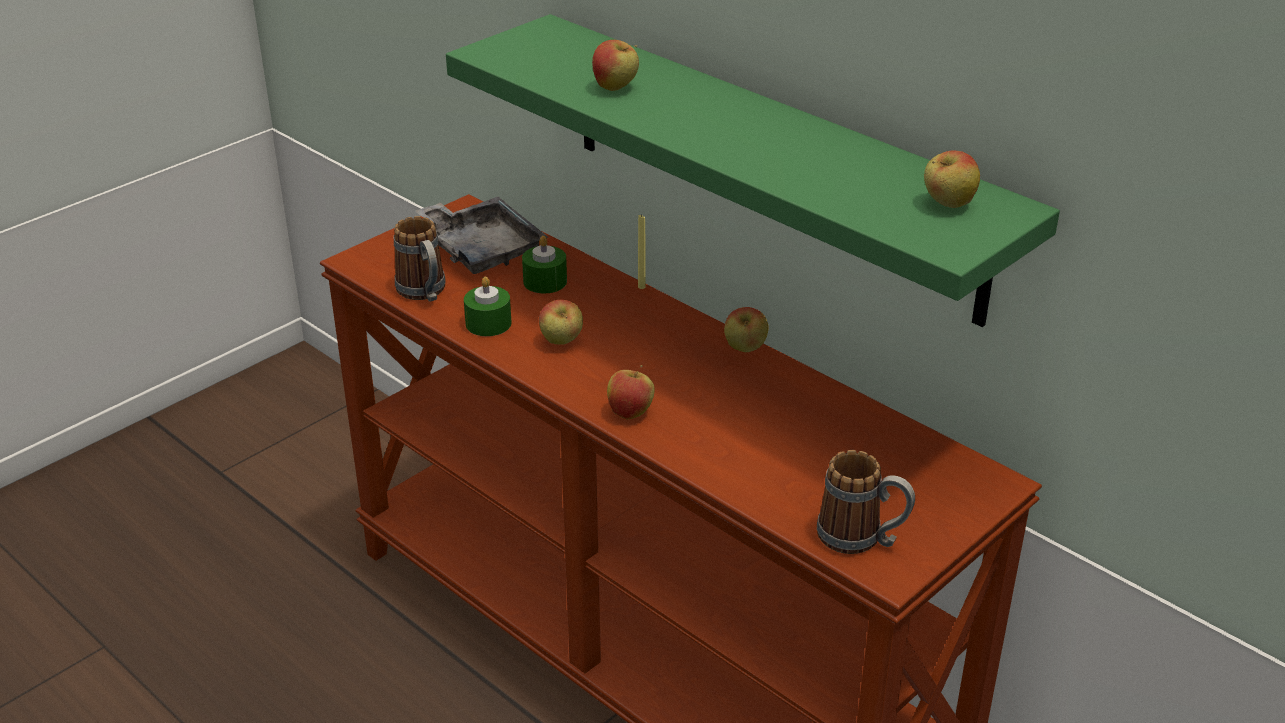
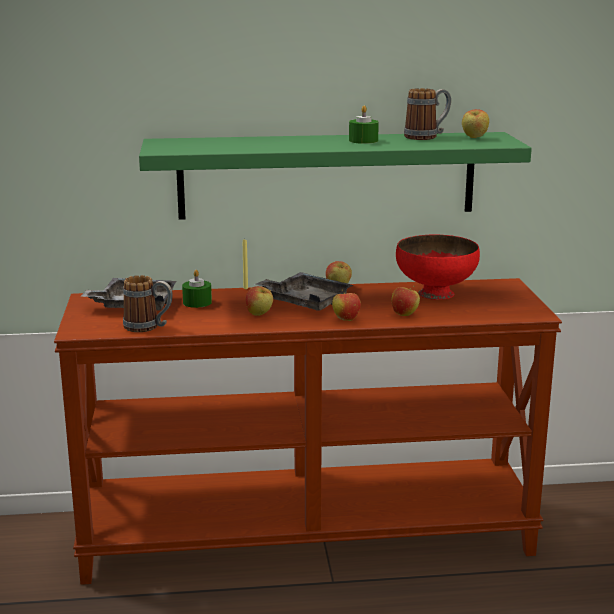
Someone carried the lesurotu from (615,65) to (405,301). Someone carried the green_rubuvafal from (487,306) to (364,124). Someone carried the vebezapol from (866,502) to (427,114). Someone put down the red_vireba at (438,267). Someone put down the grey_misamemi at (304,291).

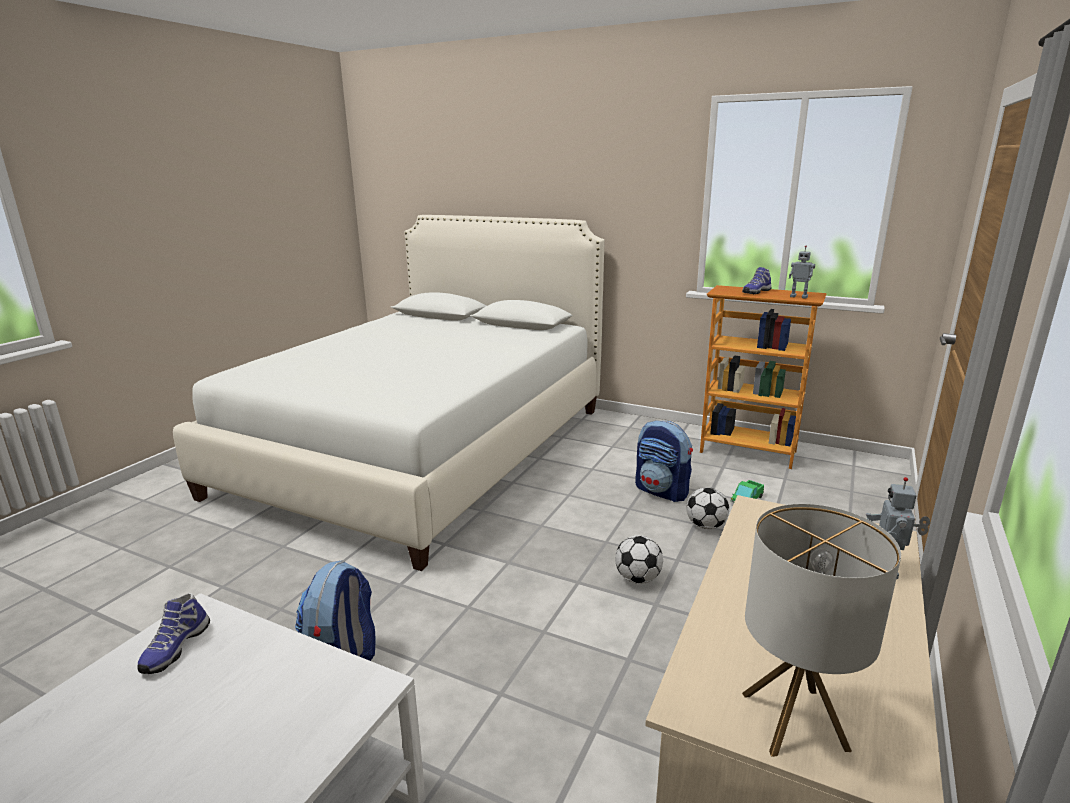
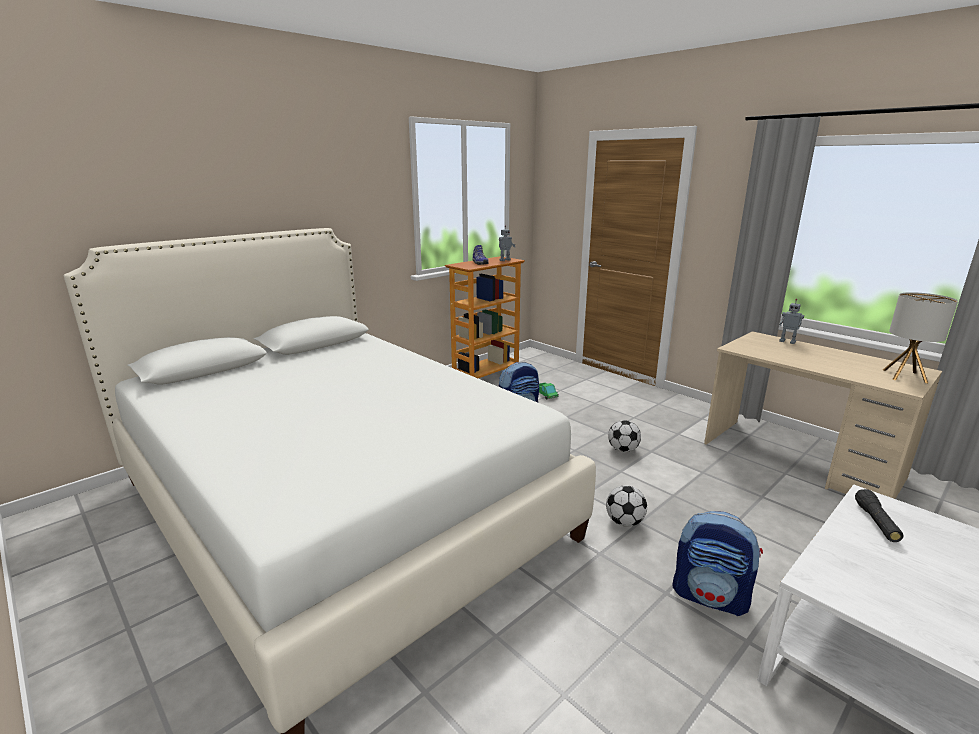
Someone carried the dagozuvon from (707,508) to (626,506). Someone took away the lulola at (173,633). Someone put down the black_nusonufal at (879,515).

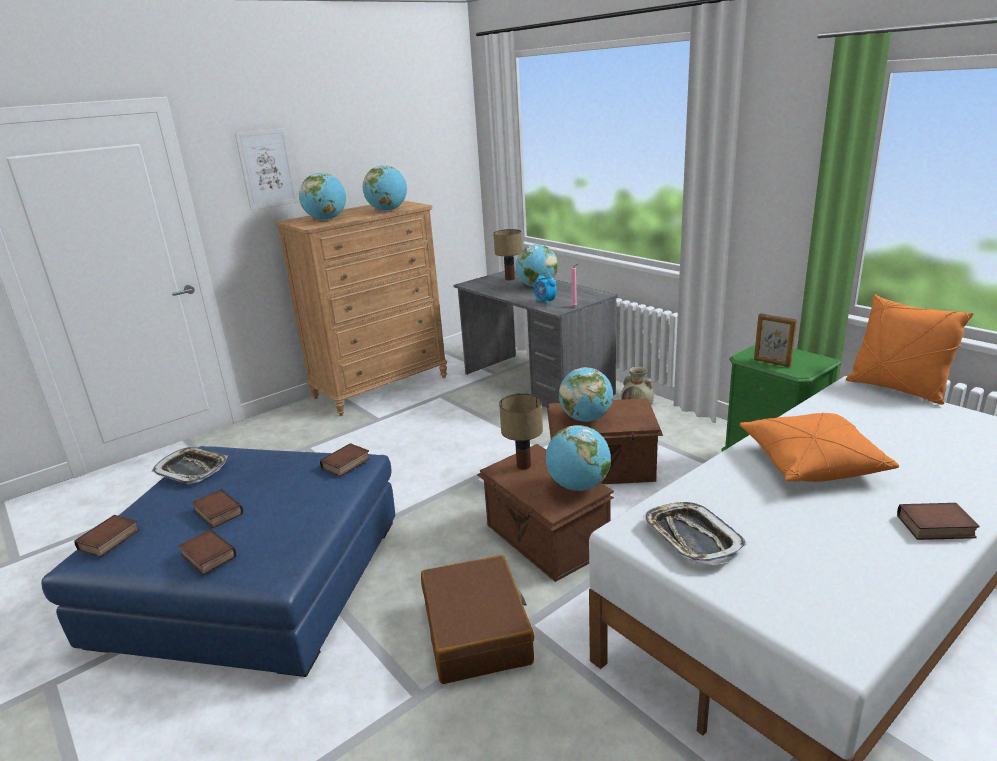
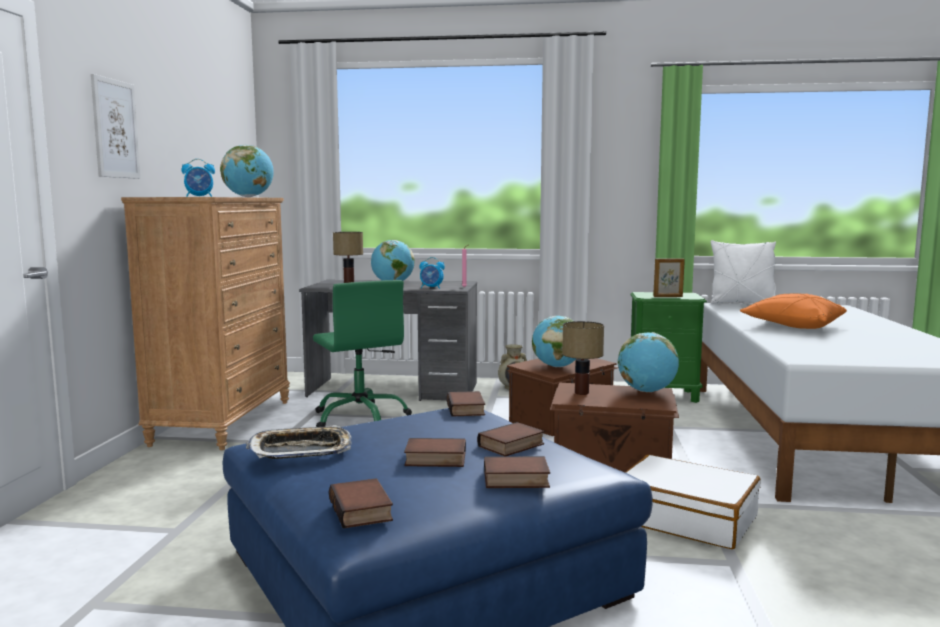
Someone swapped the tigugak at (322,196) for the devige at (198,178). Someone repainted the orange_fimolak at (909,349), which became the white_fimolak at (743,272). Someone took away the misamemi at (694,533). Someone carried the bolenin from (938,521) to (510,439). Someone repainted the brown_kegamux at (477,619), which became the white_kegamux at (693,502). Someone put down the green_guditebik at (362,353).

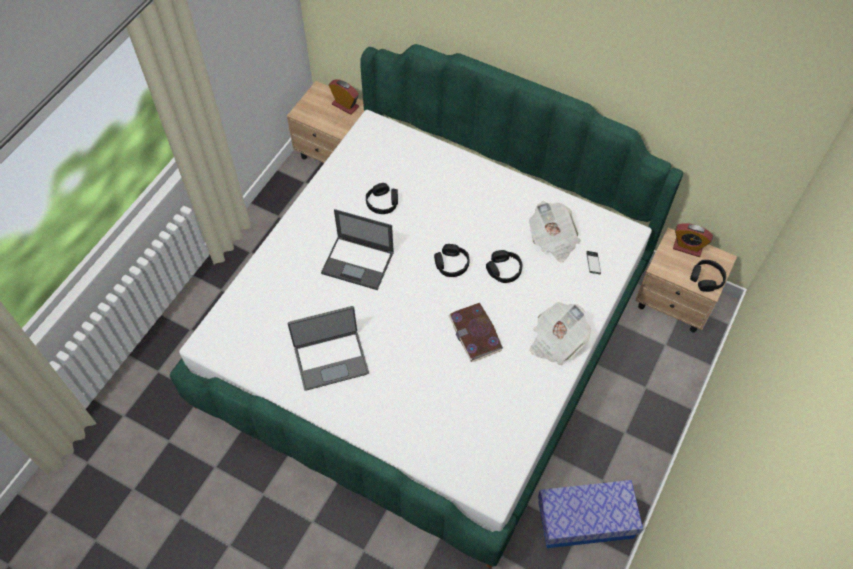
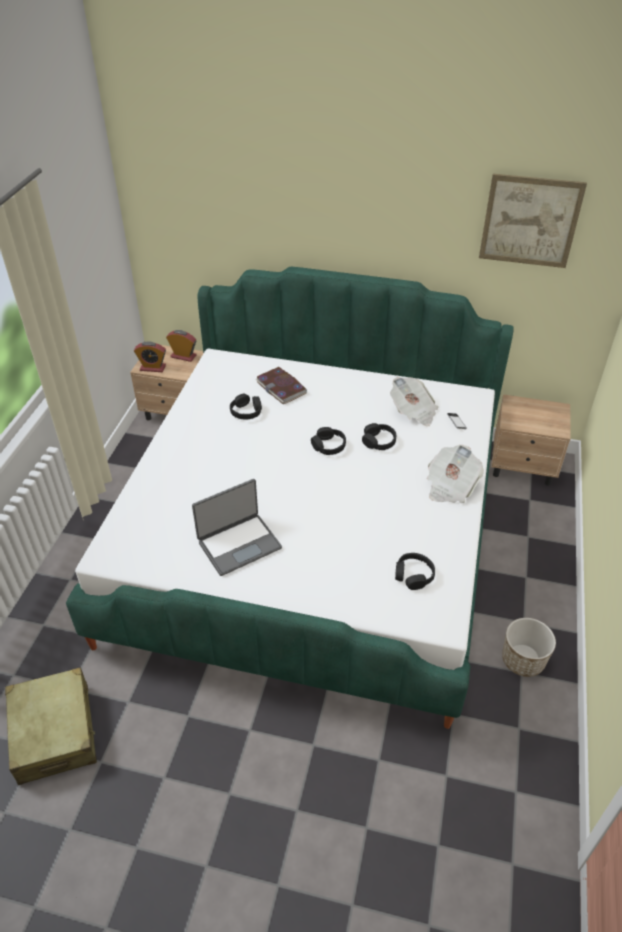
Someone took away the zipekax at (357,249). Someone carried the devige from (693,240) to (150,356). Someone carried the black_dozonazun from (708,276) to (415,571). Someone carried the bolenin from (475,332) to (281,385). Someone swapped the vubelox at (590,514) for the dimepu at (529,647). Someone put up the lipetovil at (533,221). Someone put down the beige_kegamux at (51,726).

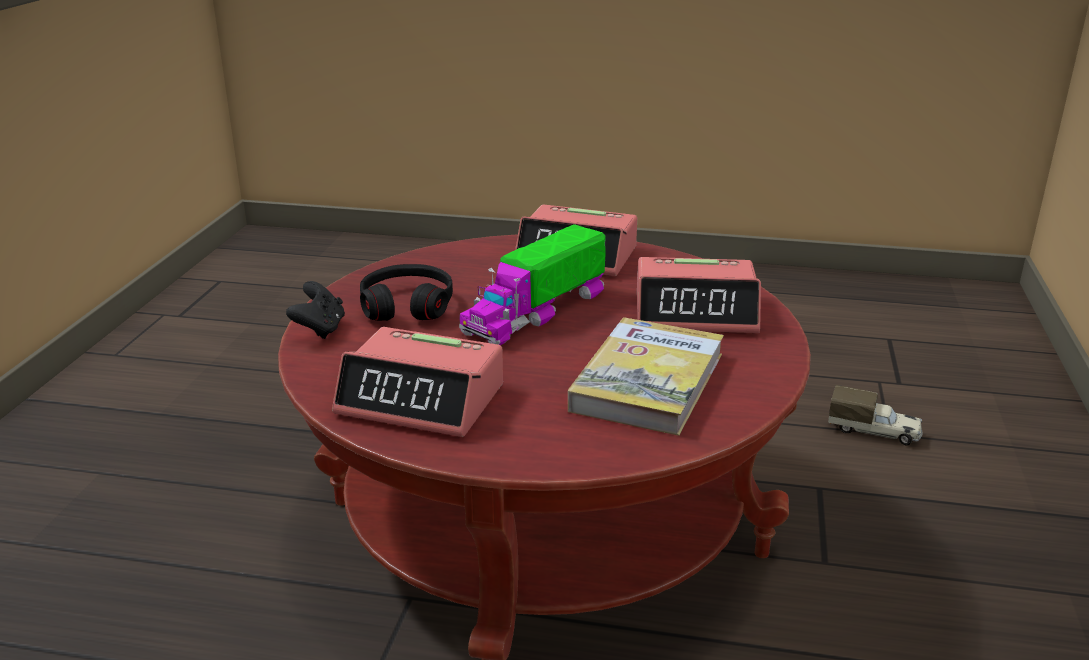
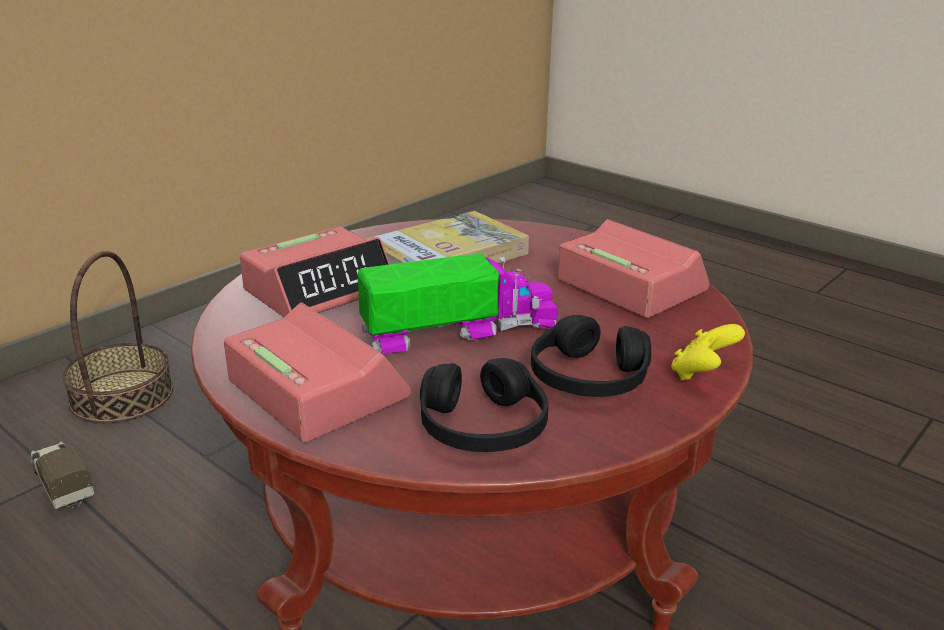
Someone rotated the devige at (699,295) by 105 degrees clockwise. Someone repainted the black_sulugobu at (315,310), which became the yellow_sulugobu at (708,352). Someone put down the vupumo at (117,337). Someone put down the black_dozonazun at (484,405).

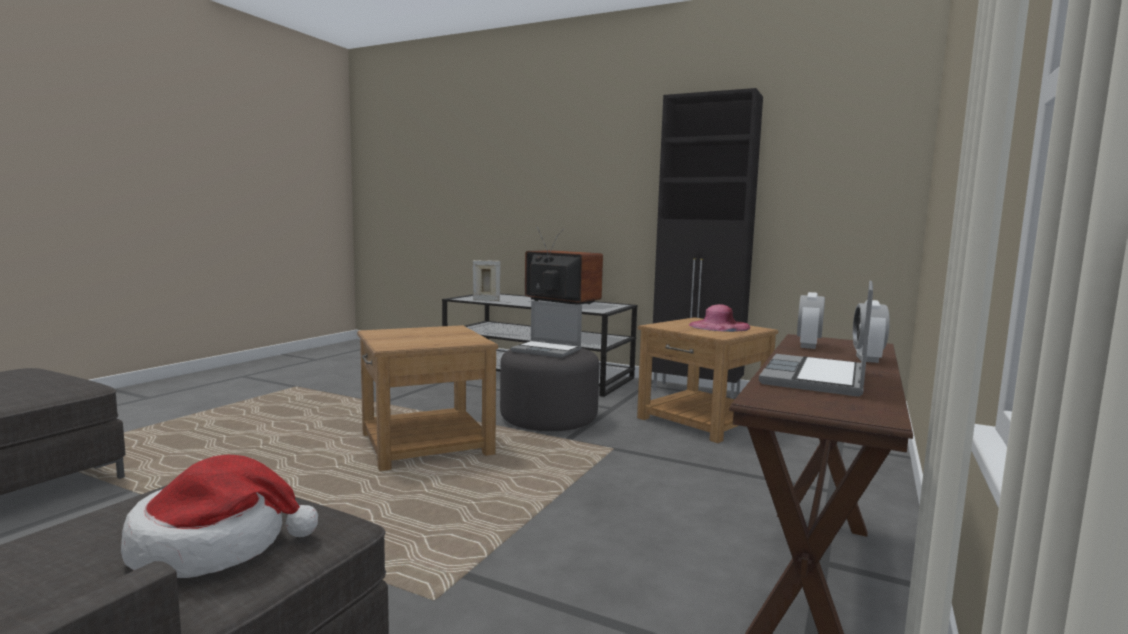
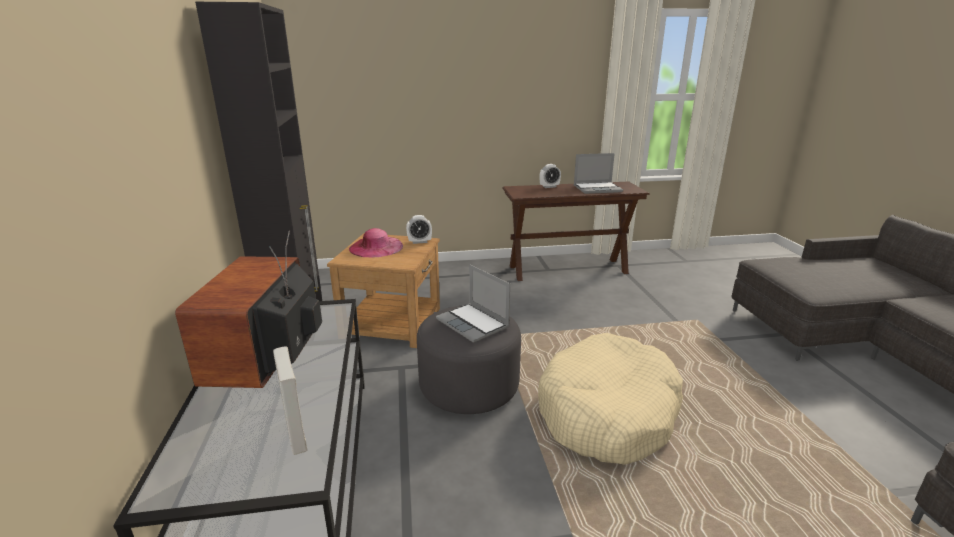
Someone carried the devige from (811,320) to (419,229). Someone rotated the zipekax at (546,329) by 150 degrees clockwise. Someone swapped the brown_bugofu at (427,398) for the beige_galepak at (610,399). Someone took away the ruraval at (219,516).

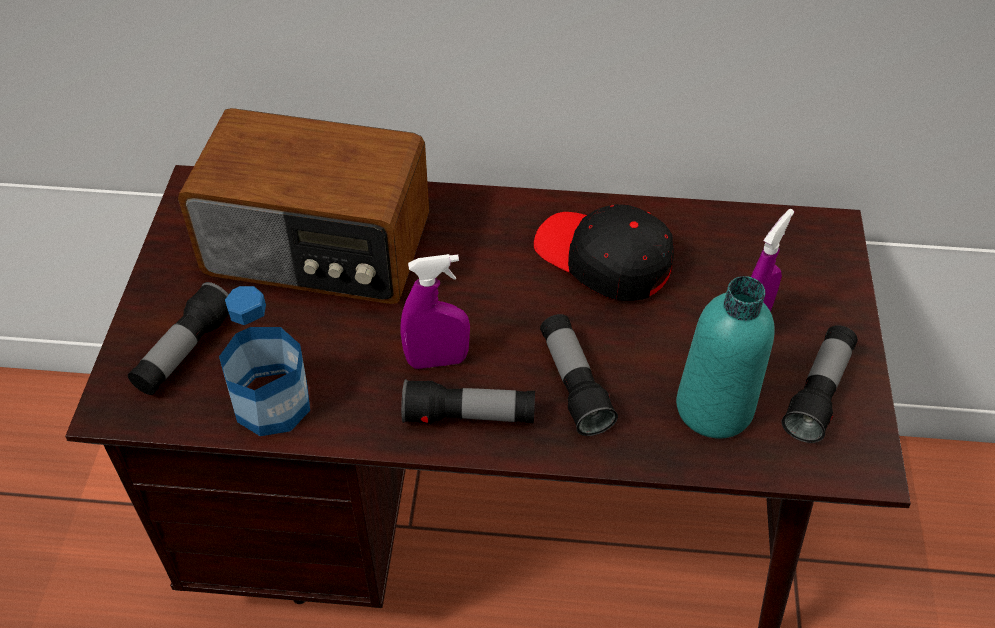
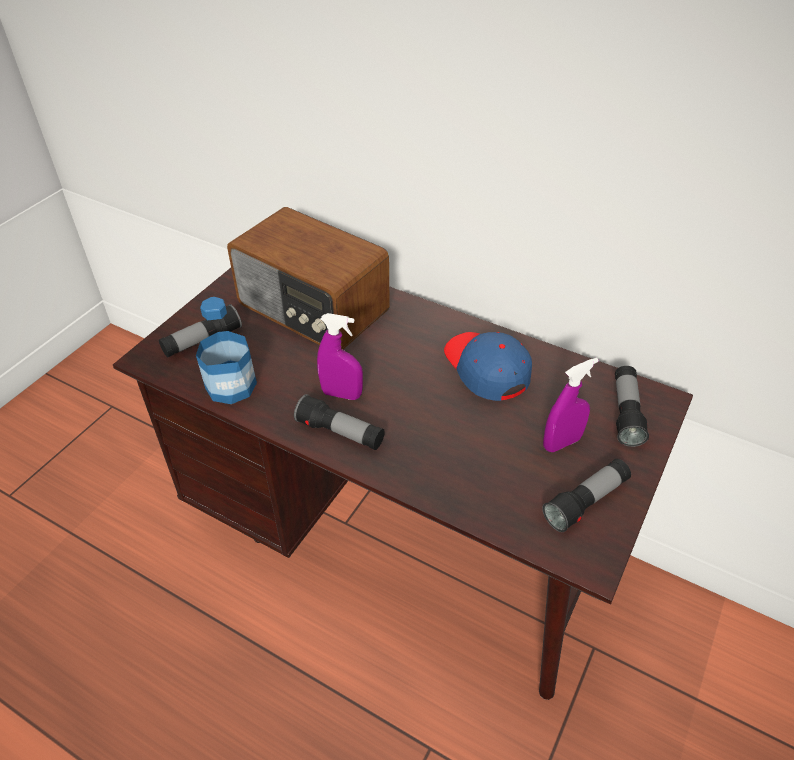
Someone repainted the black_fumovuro at (604,252), which became the blue_fumovuro at (488,366). Someone took away the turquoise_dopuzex at (725,357). Someone carried the nusonufal from (579,375) to (632,406).

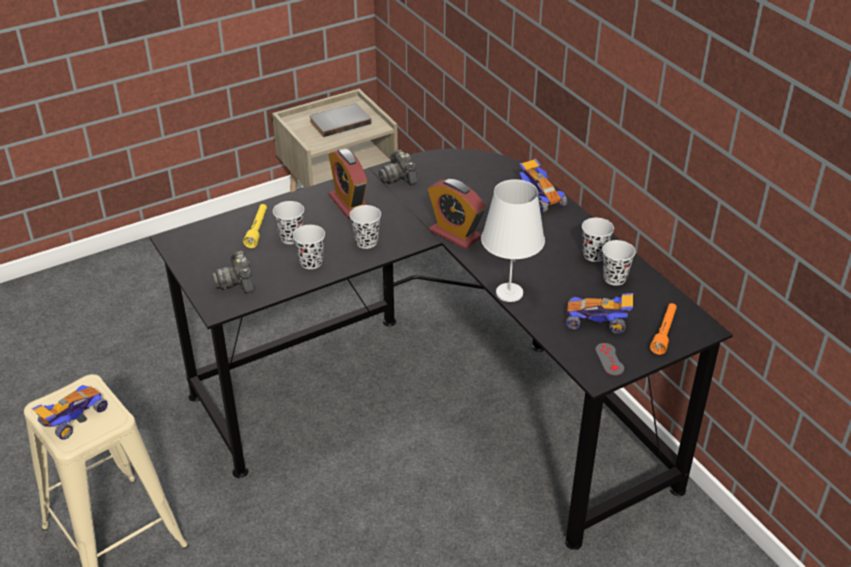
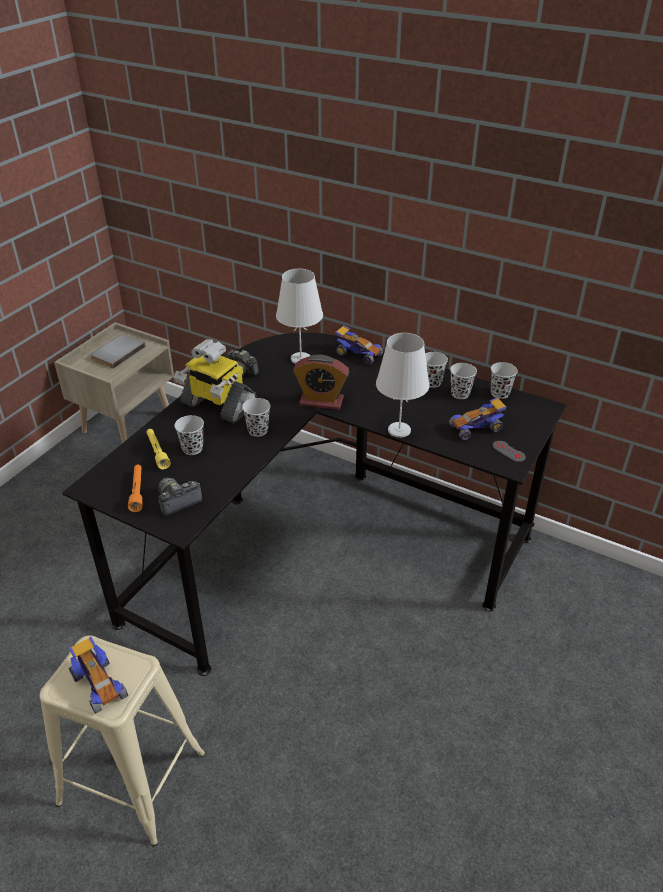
Someone swapped the devige at (348,183) for the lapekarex at (215,381). Someone carried the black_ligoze from (309,247) to (504,380). Someone rotated the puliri at (233,272) by 105 degrees clockwise. Someone carried the orange_nusonufal from (663,329) to (135,488). Someone rotated the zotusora at (70,412) by 135 degrees clockwise. Someone put down the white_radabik at (299,316).

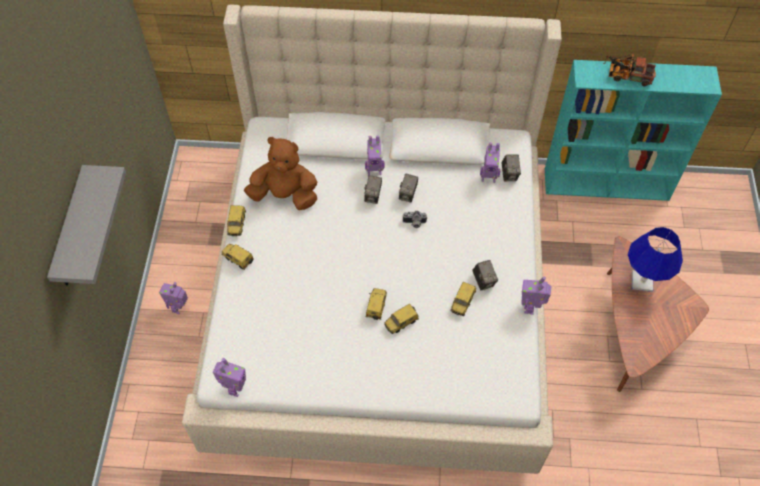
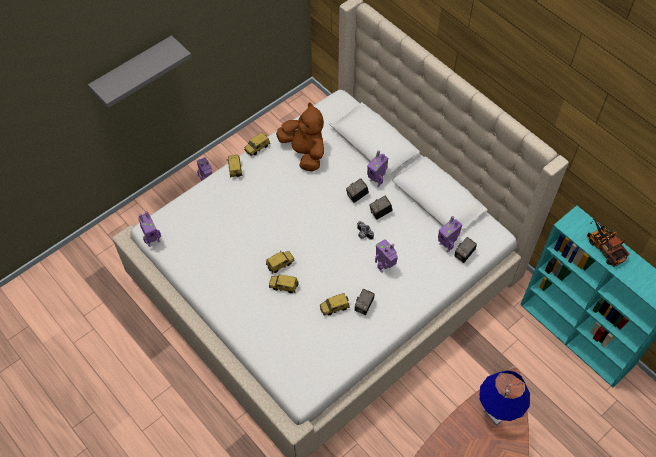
Someone carried the lapekarex from (536,295) to (386,256).

